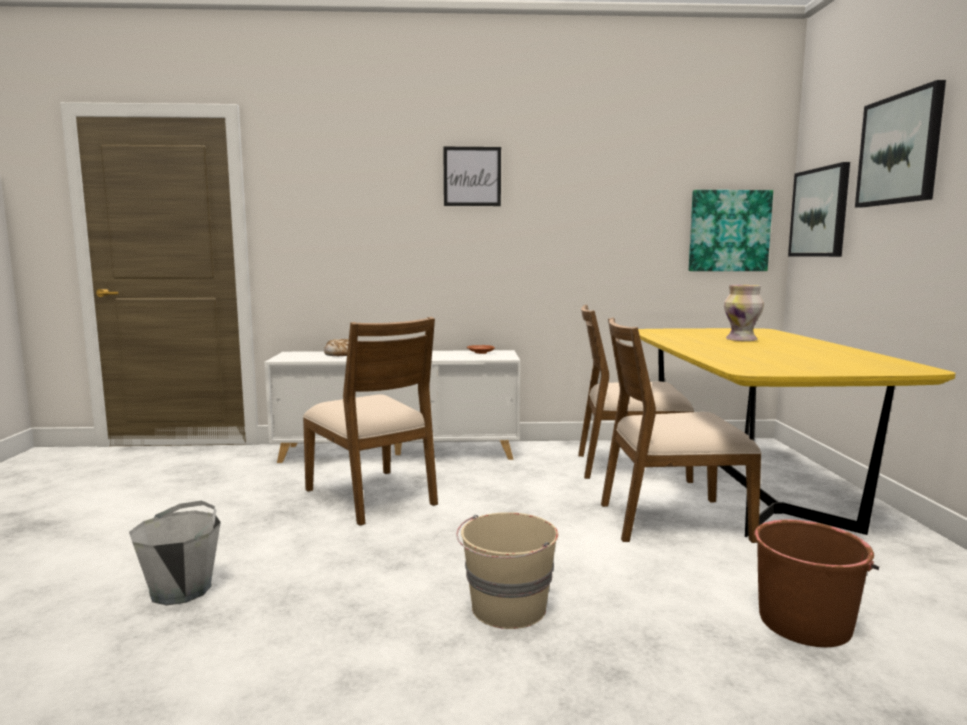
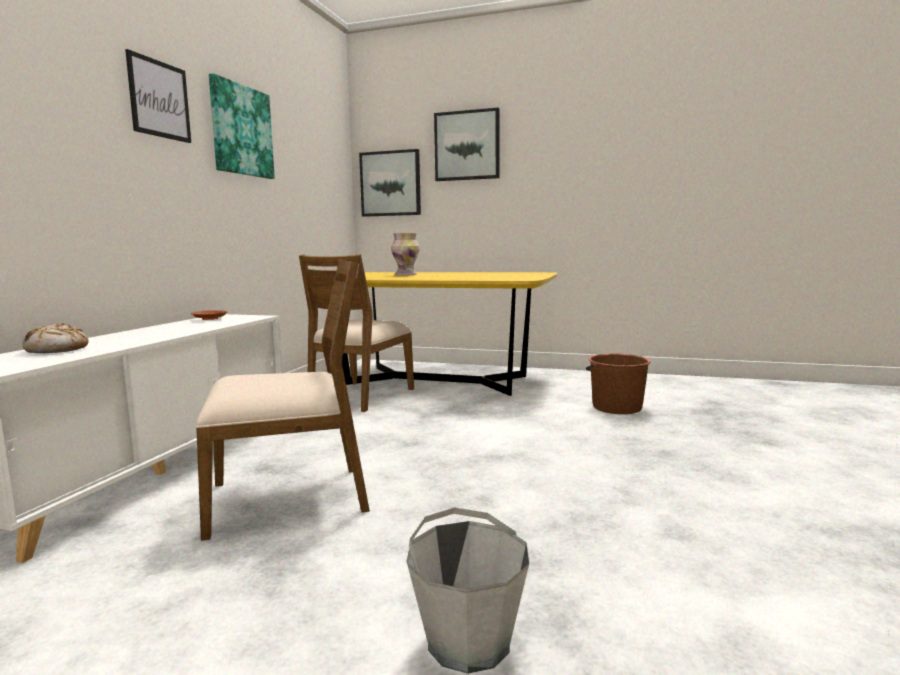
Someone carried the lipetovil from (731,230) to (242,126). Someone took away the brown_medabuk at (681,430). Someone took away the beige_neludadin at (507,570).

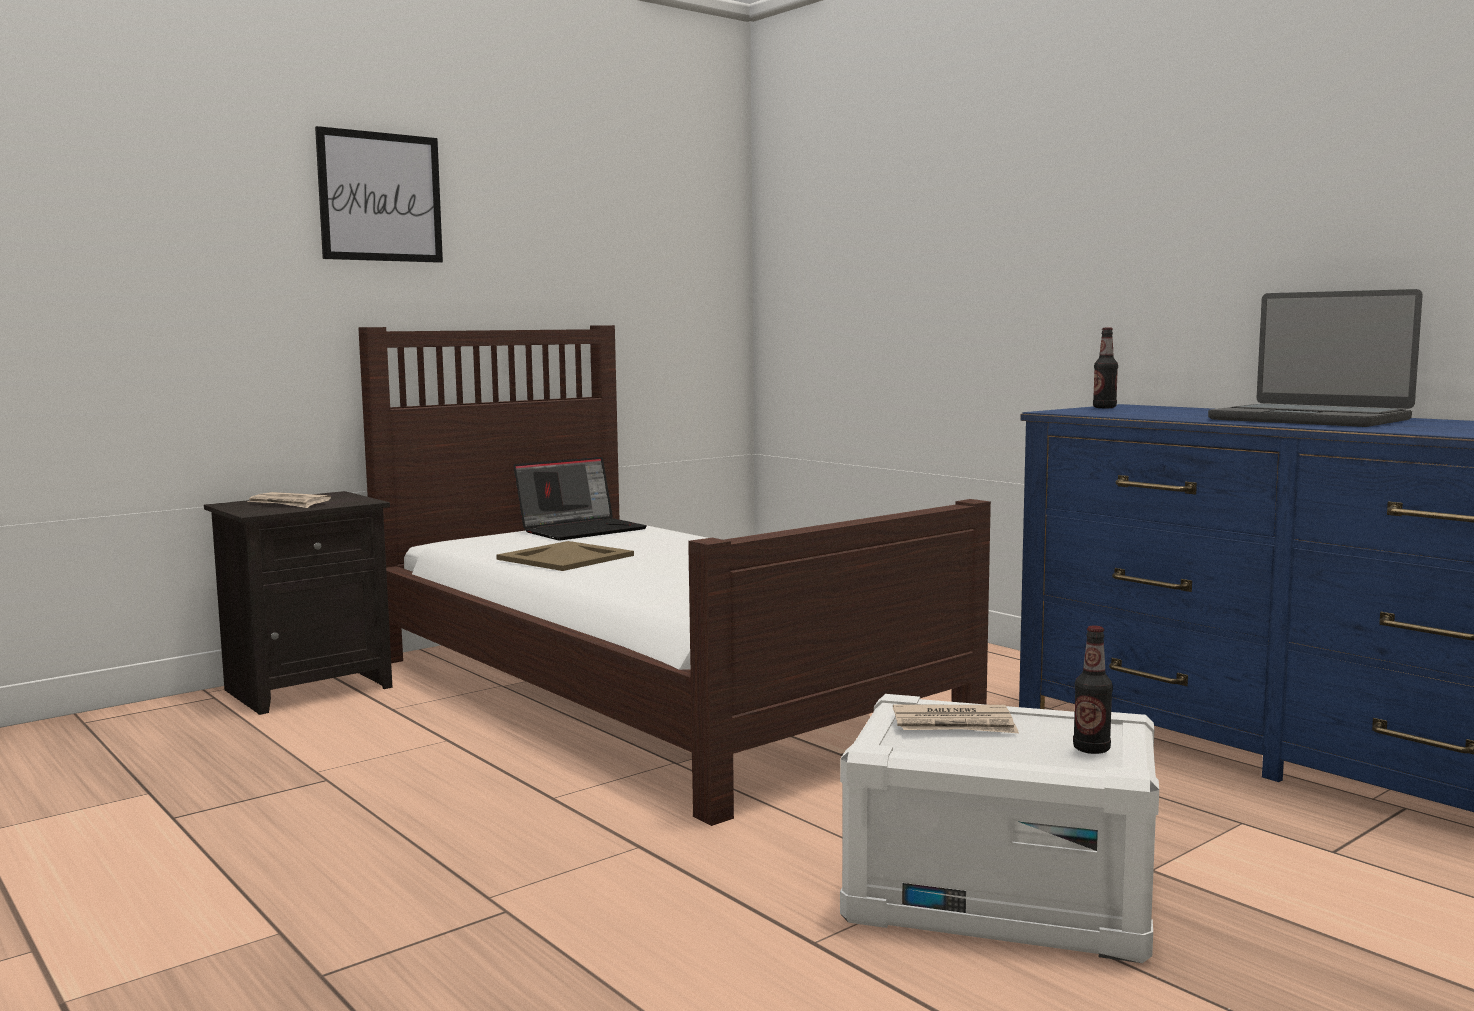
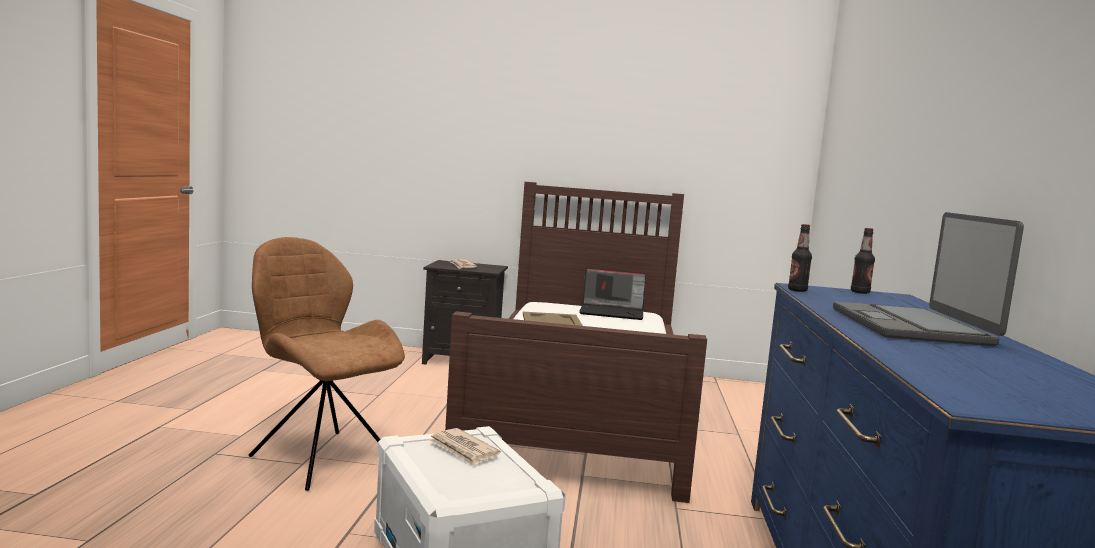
Someone took away the lipetovil at (379,194). Someone carried the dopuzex from (1093,690) to (800,258). Someone put down the brown_medabuk at (326,364).

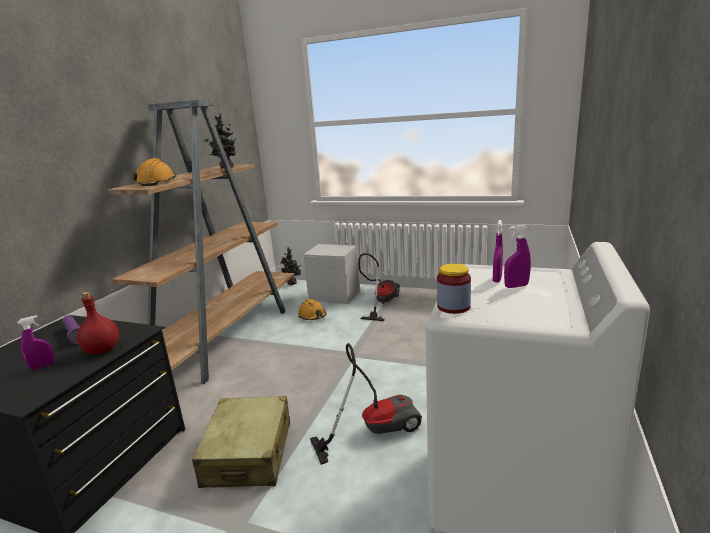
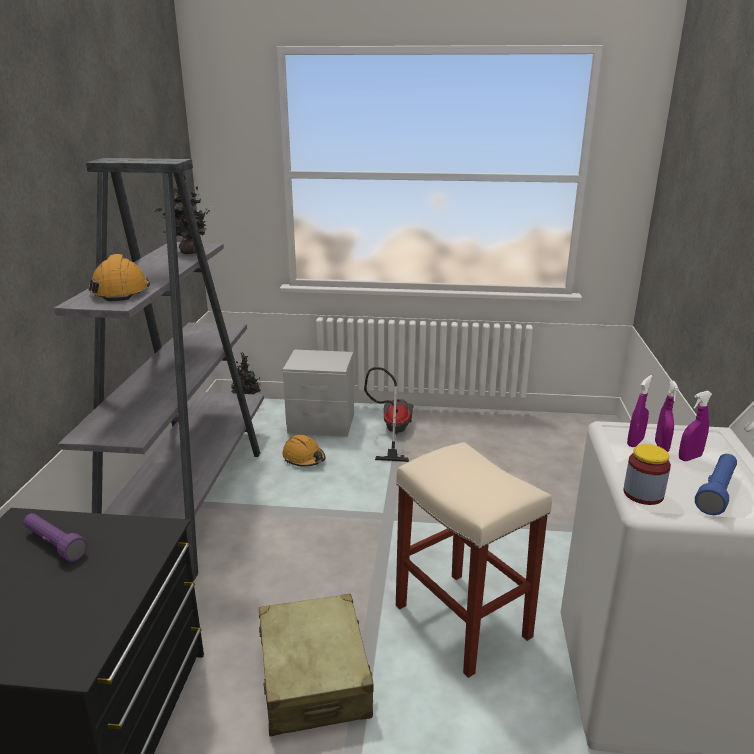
Someone repainted the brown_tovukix at (201,242), which became the grey_tovukix at (159,369). Someone took away the red_dopuzex at (98,323). Someone carried the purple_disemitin from (36,342) to (640,411). Someone swapped the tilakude at (366,404) for the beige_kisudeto at (474,560). Someone put down the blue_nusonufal at (716,484).

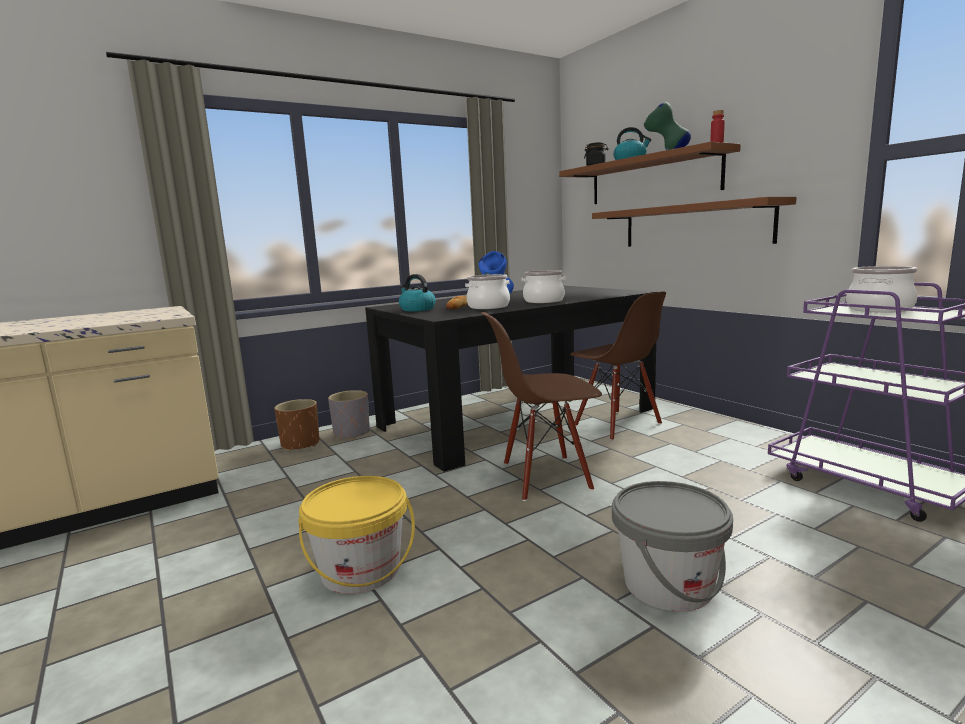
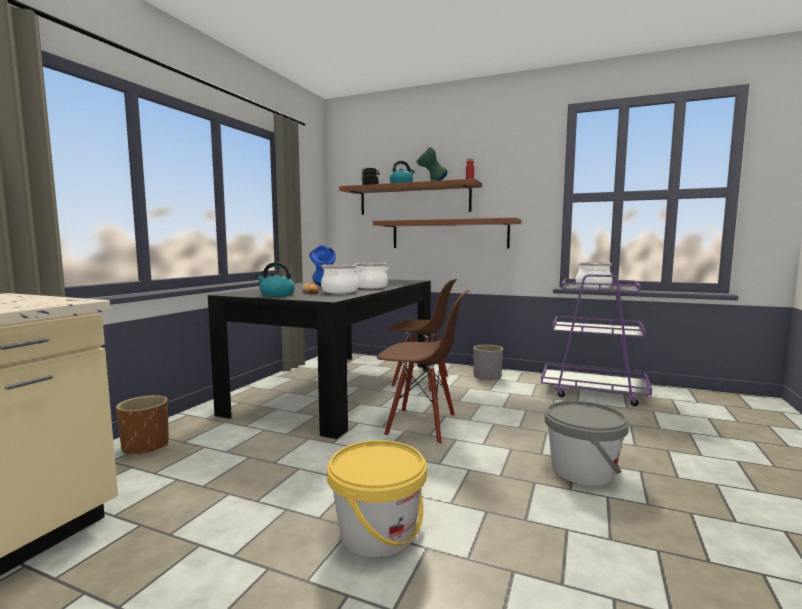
Someone rotated the brown_medabuk at (541,406) by 120 degrees counterclockwise. Someone carried the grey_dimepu from (349,414) to (488,363).

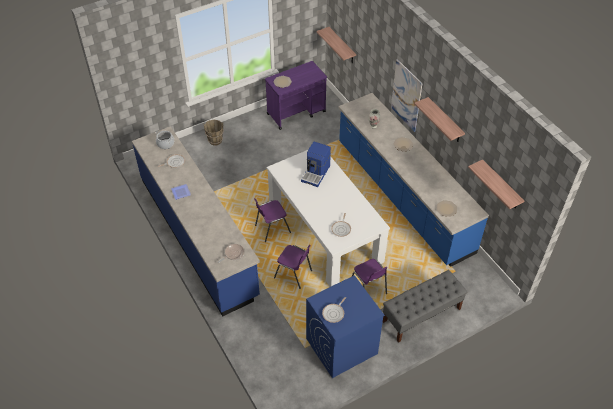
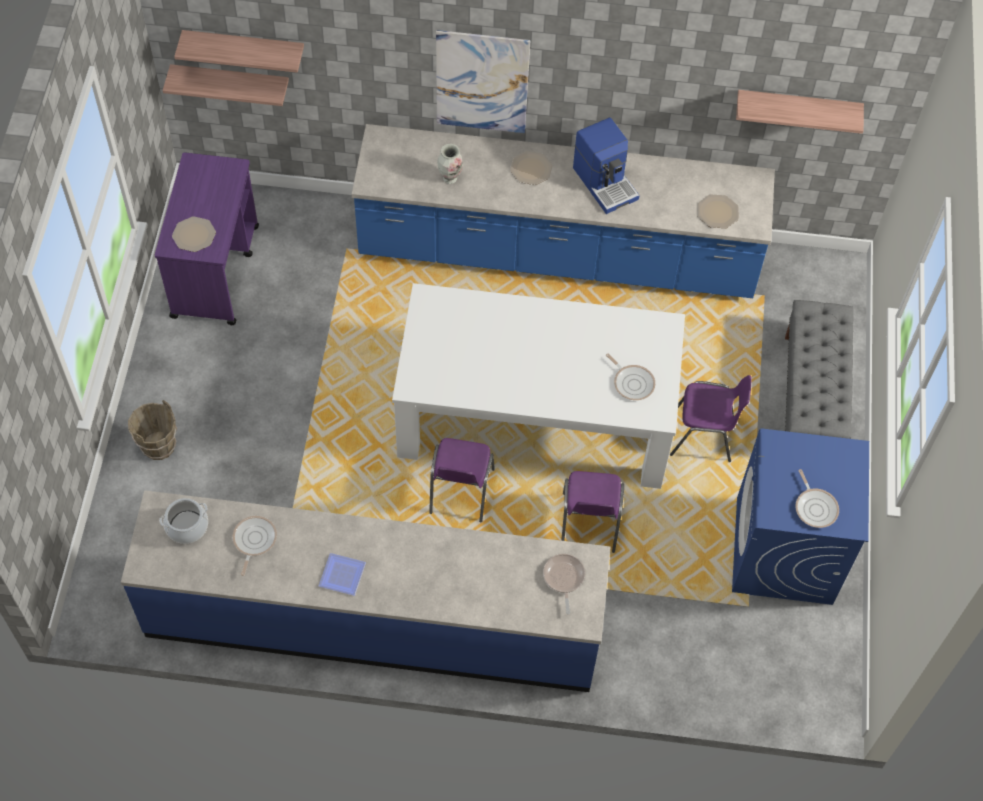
Someone carried the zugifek from (439,119) to (239,51). Someone carried the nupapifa from (316,164) to (606,166). Someone rotated the purple_medabuk at (293,267) by 120 degrees clockwise.

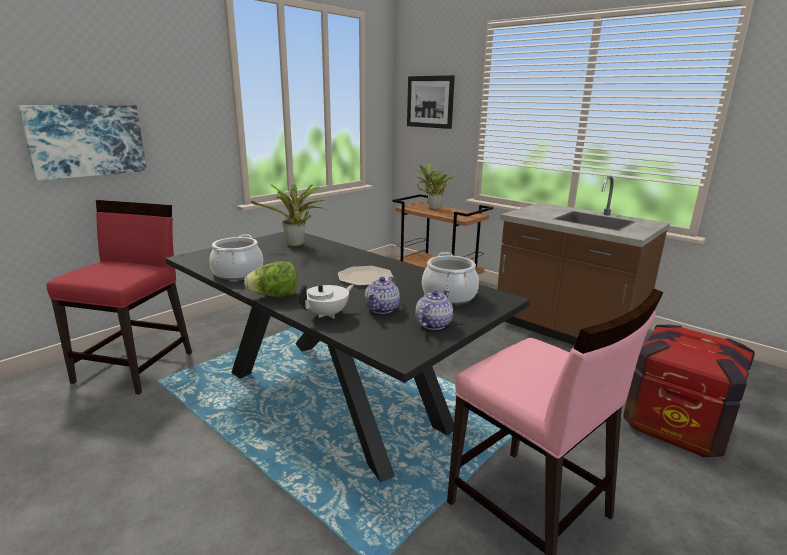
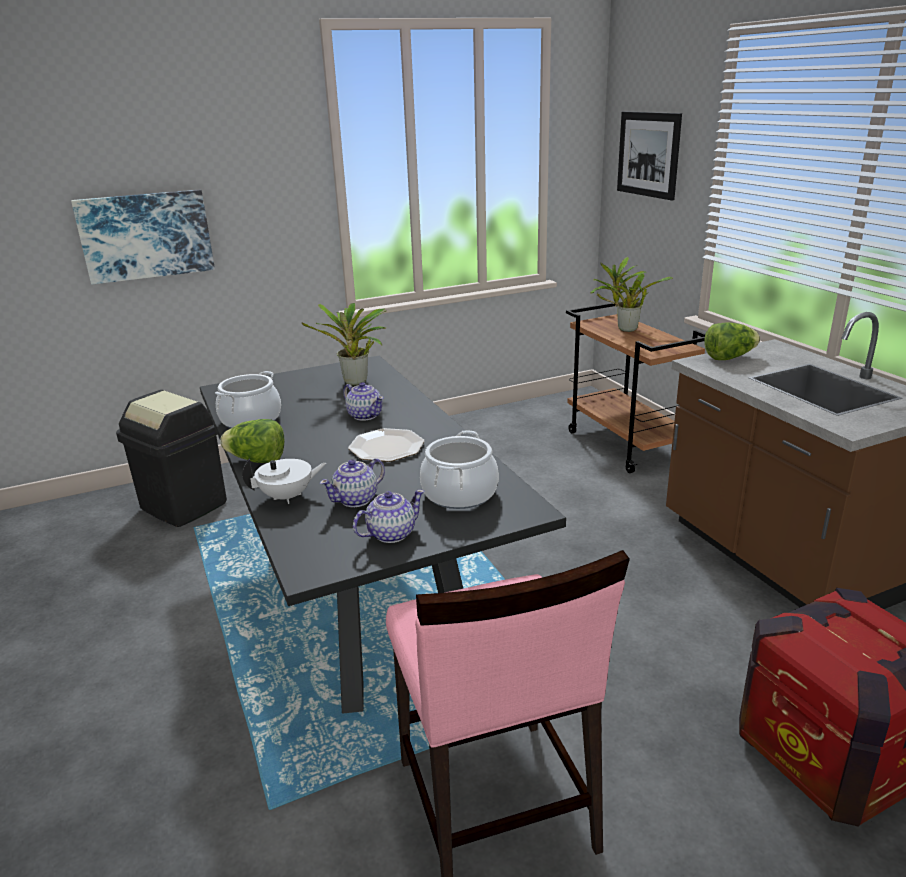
Someone swapped the red_medabuk at (119,297) for the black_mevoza at (171,458). Someone put down the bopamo at (732,341). Someone put down the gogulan at (363,401).

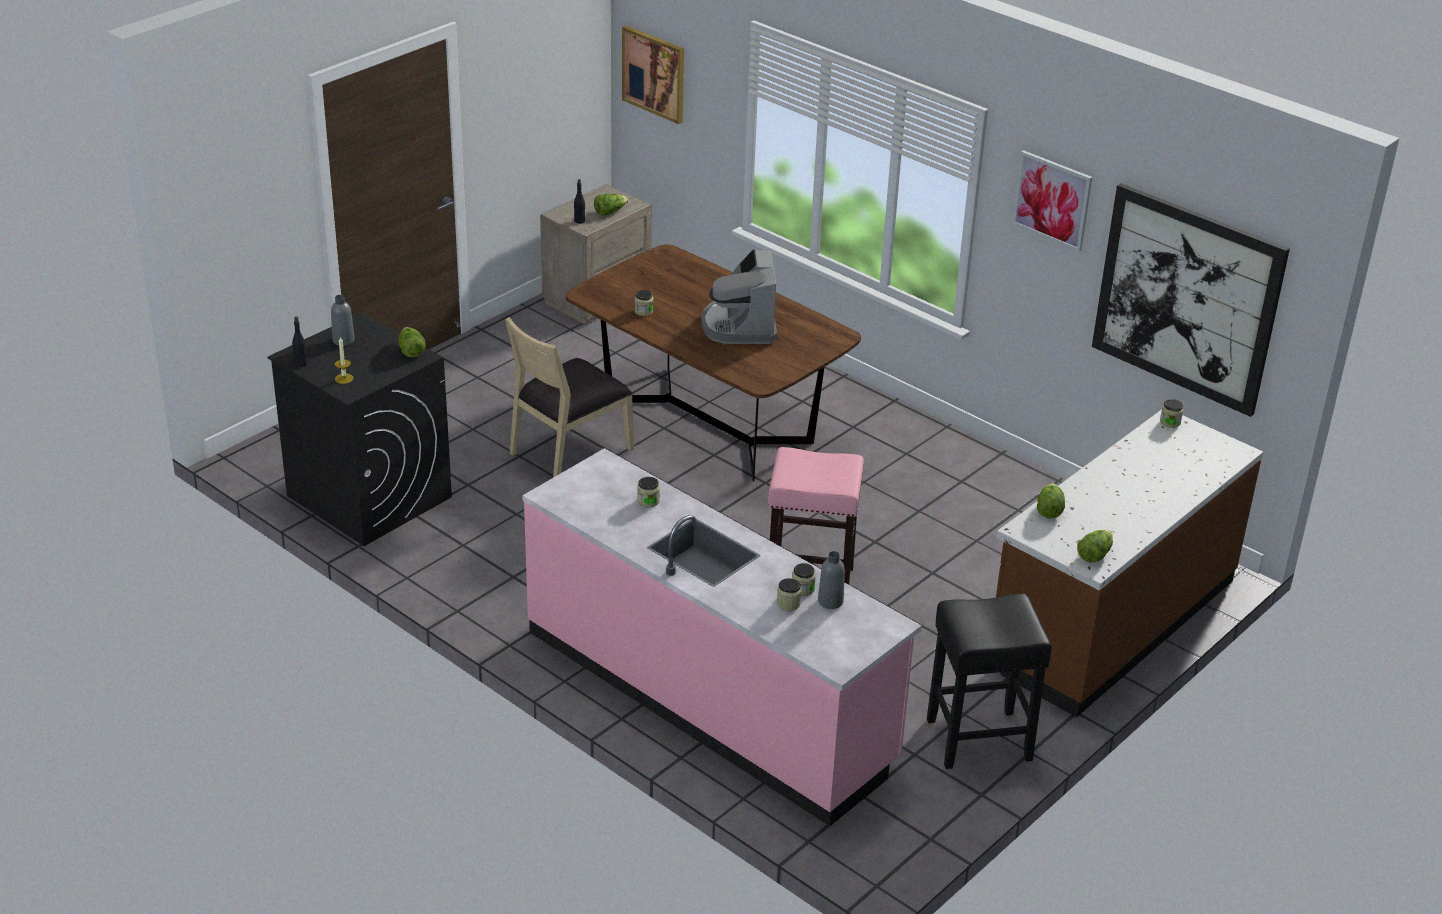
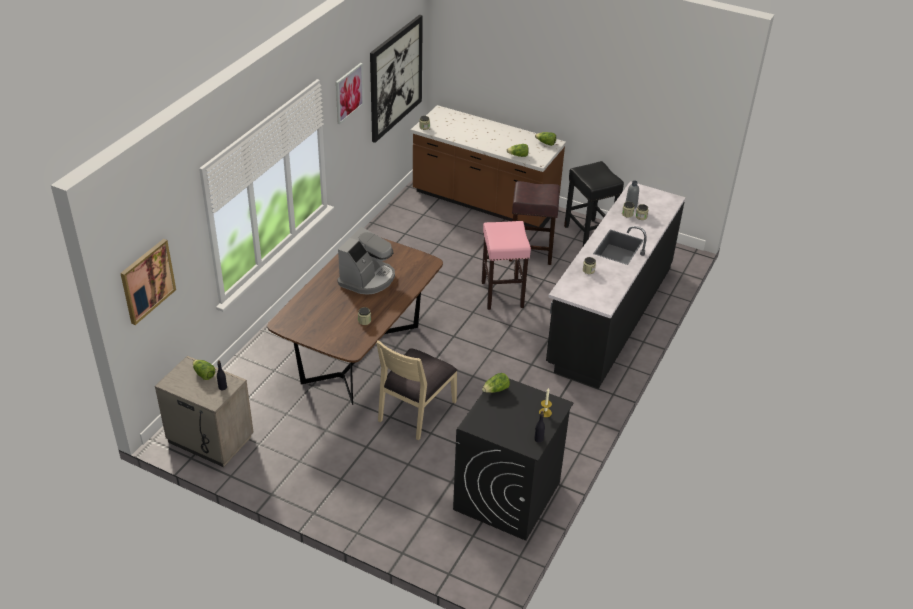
Someone rotated the nupapifa at (739,296) by 45 degrees counterclockwise. Someone took away the grey_dopuzex at (343,320). Someone rotated the beige_medabuk at (569,397) by 90 degrees clockwise. Someone repainted the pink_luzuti at (722,637), which became the black_luzuti at (616,285). Someone put down the brown_kisudeto at (534,223).

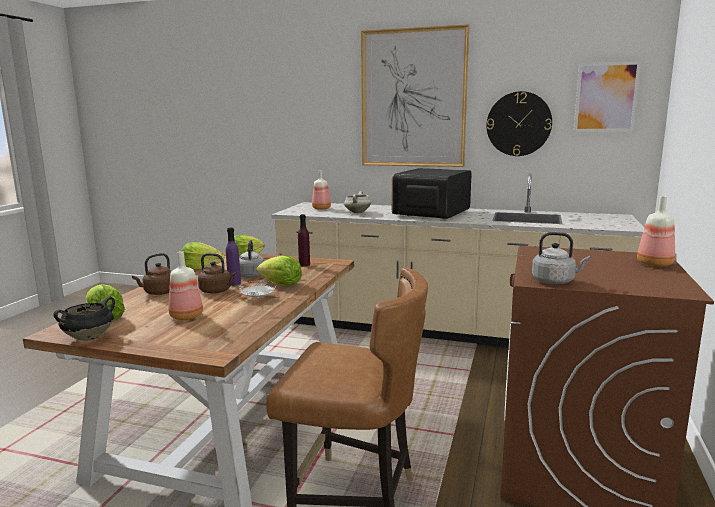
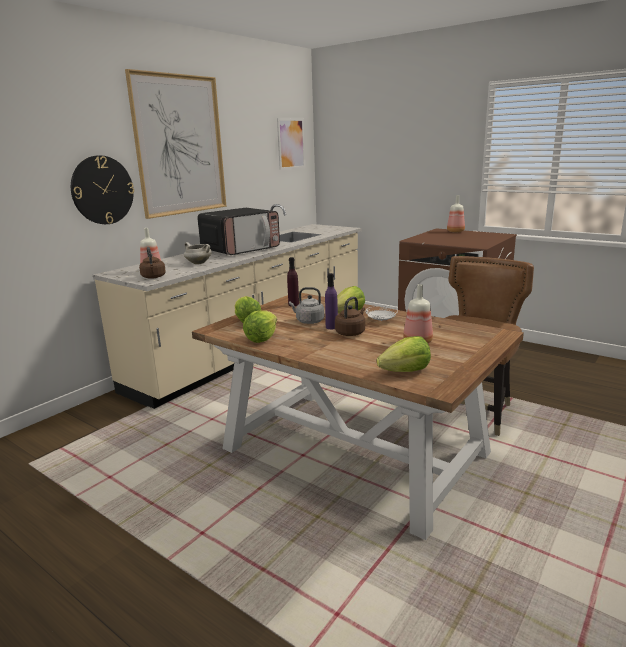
Someone carried the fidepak from (519,123) to (102,189). Someone rotated the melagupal at (431,194) by 90 degrees counterclockwise. Someone took away the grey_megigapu at (561,258). Someone carried the brown_megigapu from (151,274) to (152,263). Someone took away the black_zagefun at (84,318).

